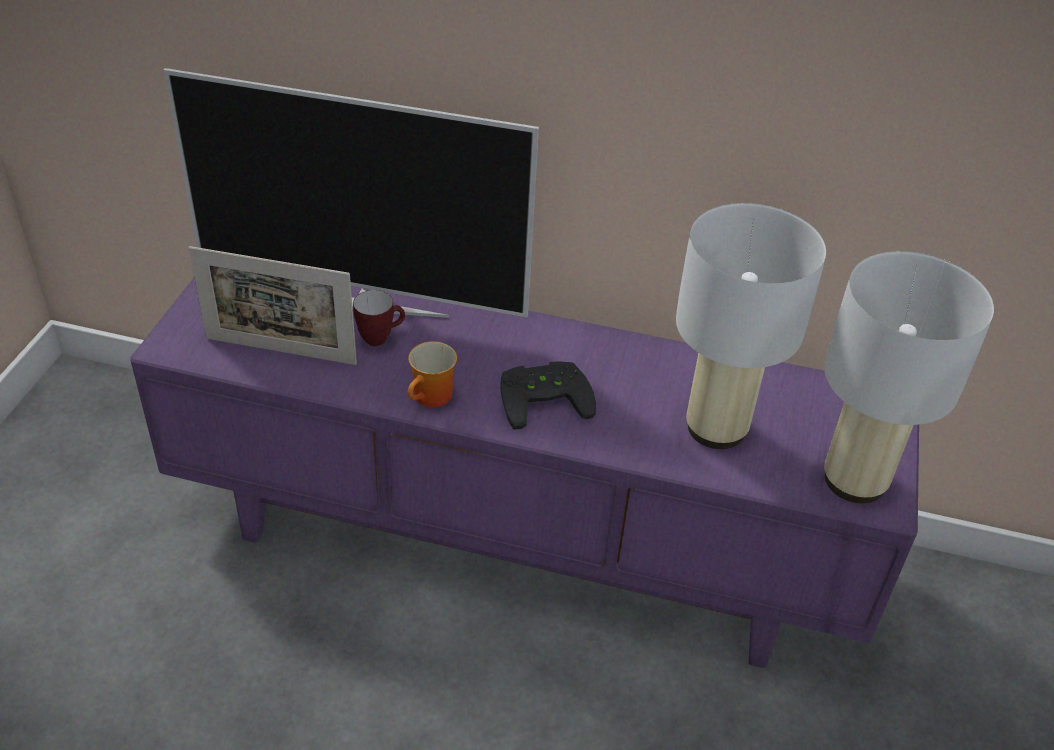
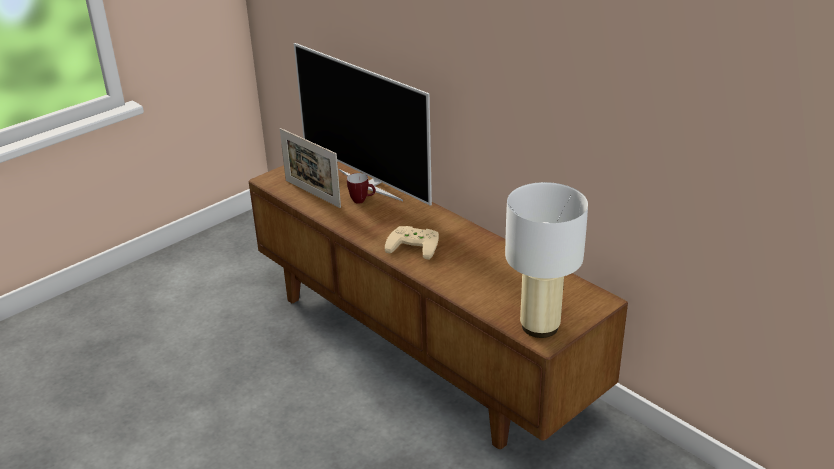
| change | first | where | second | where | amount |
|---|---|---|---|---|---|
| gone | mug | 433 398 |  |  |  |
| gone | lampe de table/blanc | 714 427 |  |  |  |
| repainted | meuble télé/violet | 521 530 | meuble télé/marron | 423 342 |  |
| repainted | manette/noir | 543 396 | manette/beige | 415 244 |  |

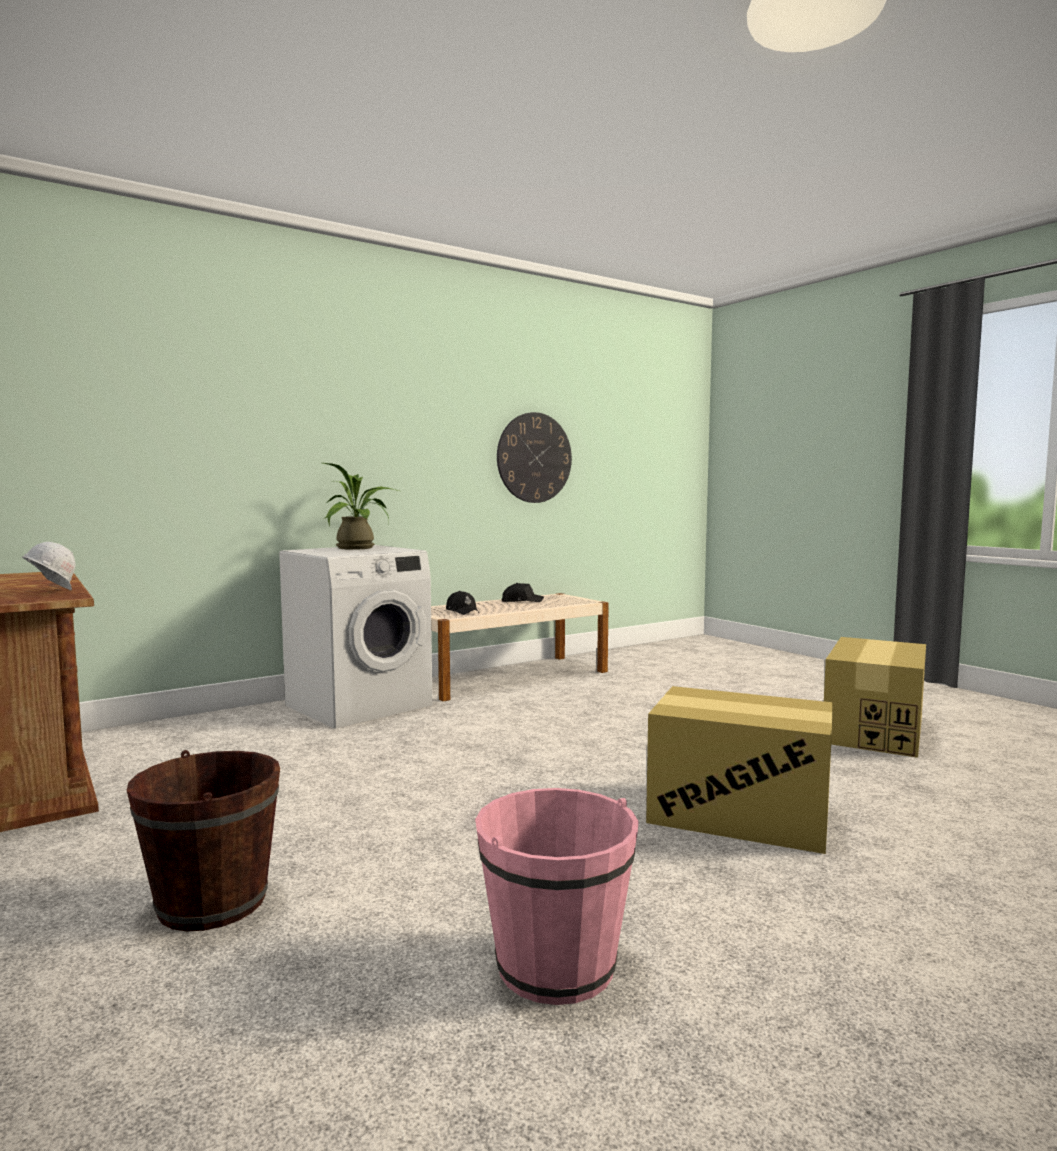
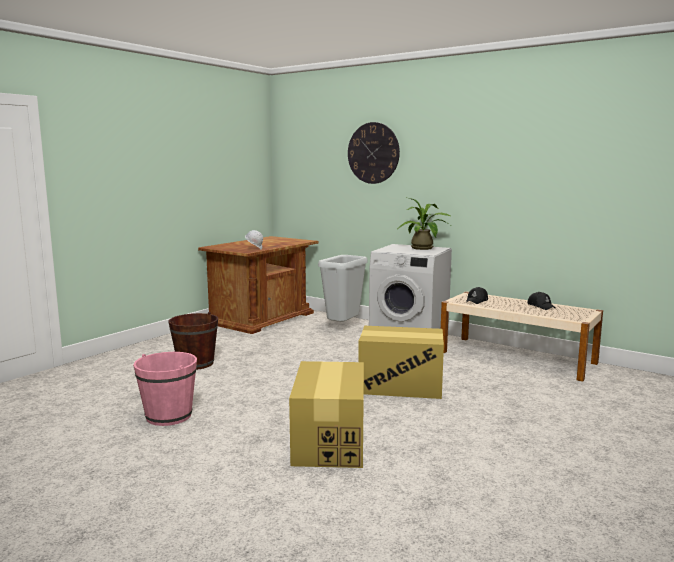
| change | first | where | second | where | amount |
|---|---|---|---|---|---|
| new |  |  | poubelle/gris | 343 327 |  |
| shifted | horloge murale | 534 457 |  | 373 153 |  |
| shifted | carton | 873 731 |  | 400 386 |  |

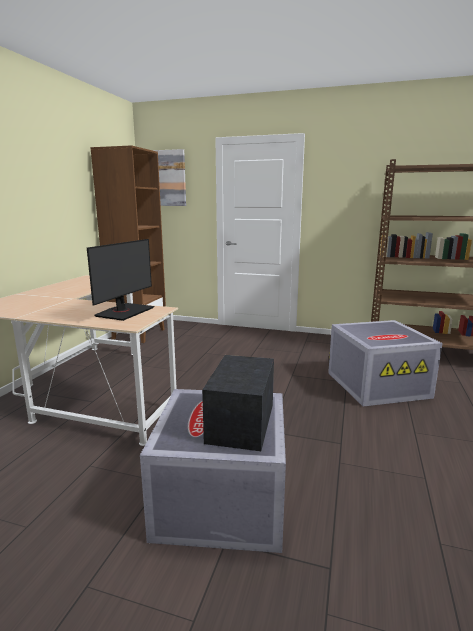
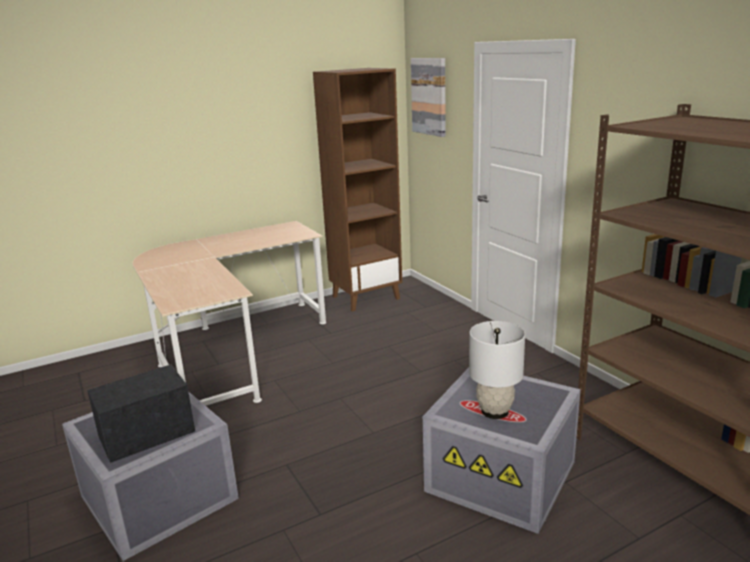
| change | first | where | second | where | amount |
|---|---|---|---|---|---|
| gone | écran d'ordinateur | 124 312 |  |  |  |
| new |  |  | lampe de table/blanc | 495 411 |  |

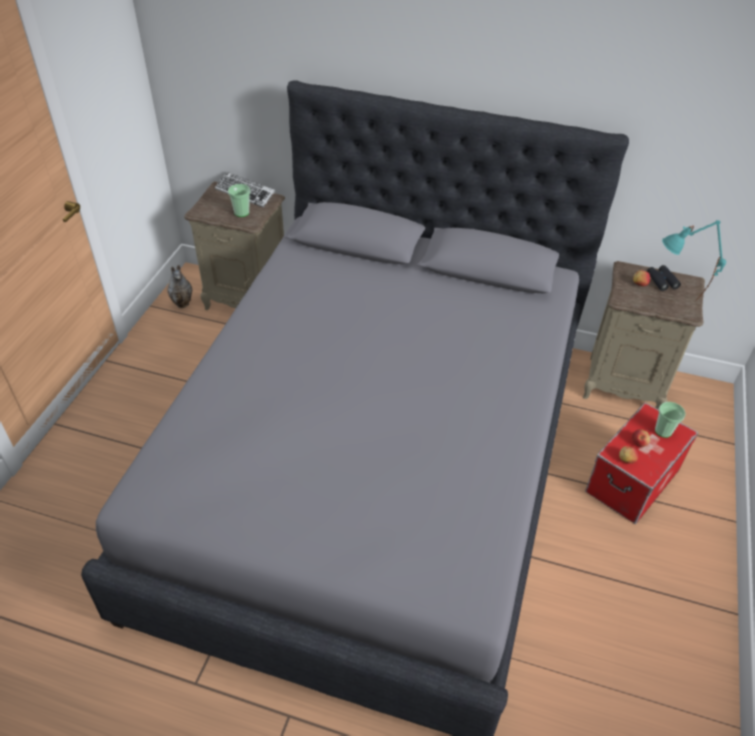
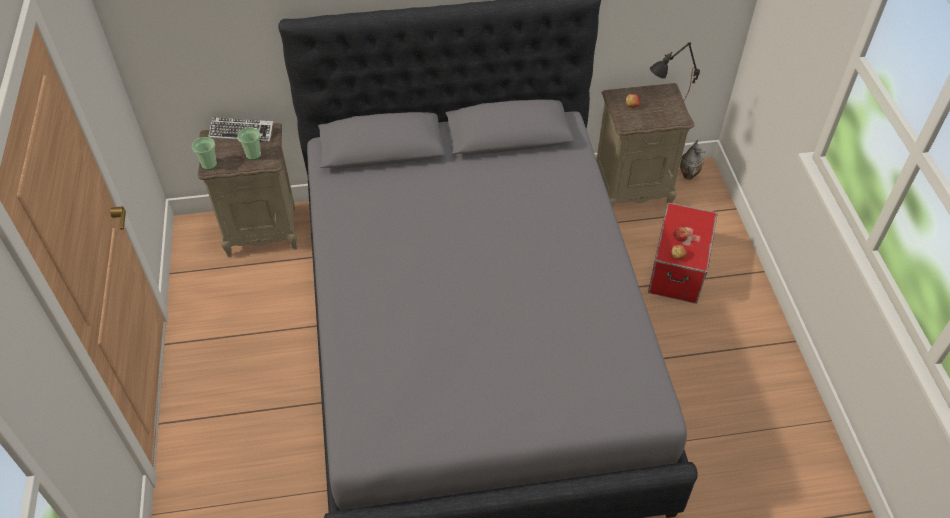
| change | first | where | second | where | amount |
|---|---|---|---|---|---|
| gone | jumelles/noir | 661 281 |  |  |  |
| shifted | vase | 183 303 |  | 688 175 |  |
| shifted | tasse | 663 431 |  | 209 164 |  |
| repainted | lampe de table/turquoise | 674 305 | lampe de table/noir | 666 115 |  |

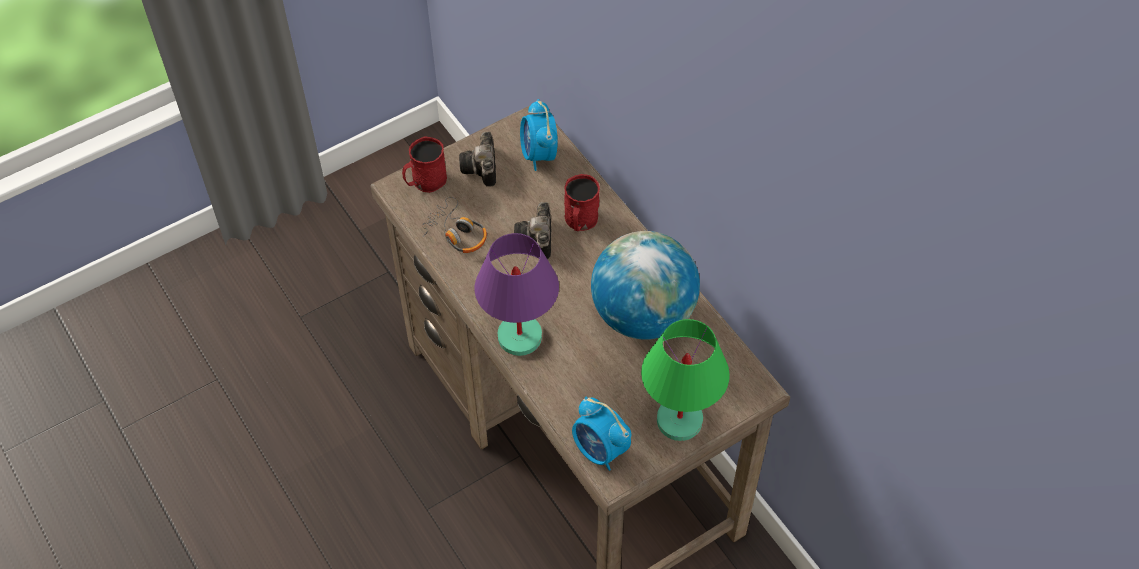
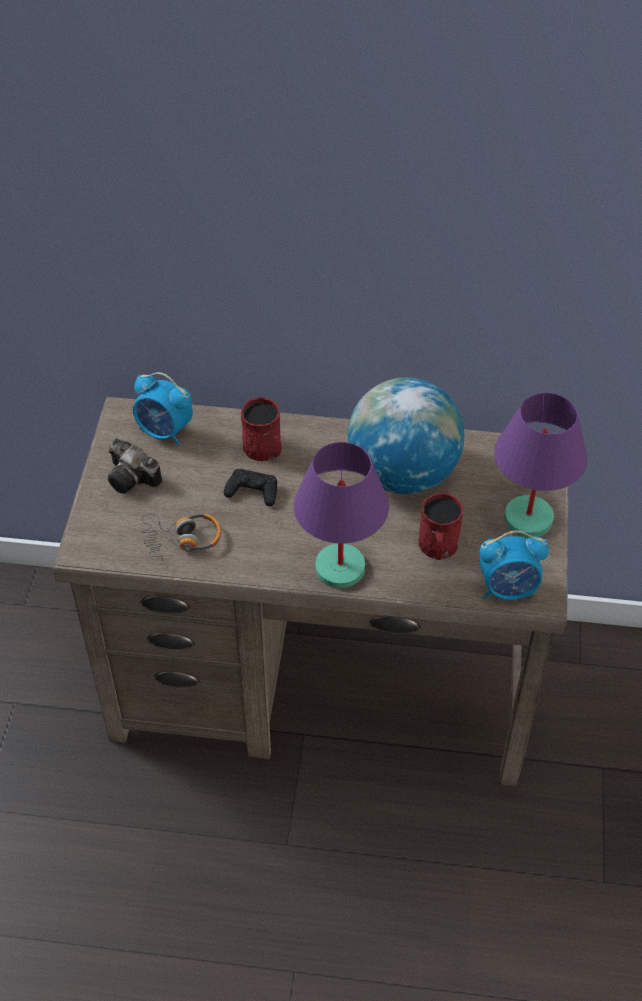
| change | first | where | second | where | amount |
|---|---|---|---|---|---|
| shifted | mug/rouge | 425 181 |  | 438 548 |  |
| swapped | appareil photo | 536 240 | manette/noir | 252 491 |  |
| repainted | lampe de table/vert | 680 420 | lampe de table/violet | 529 518 |  |

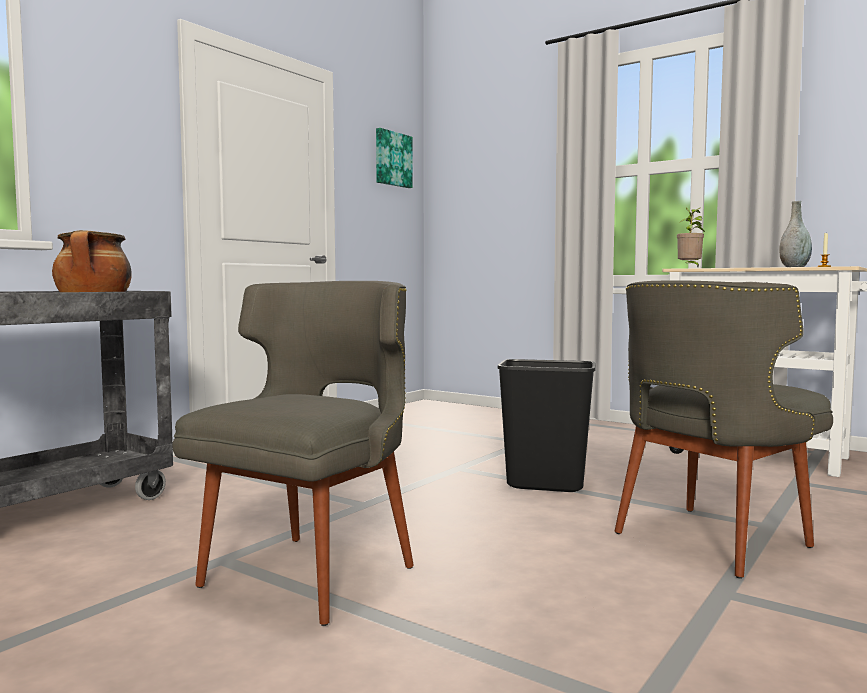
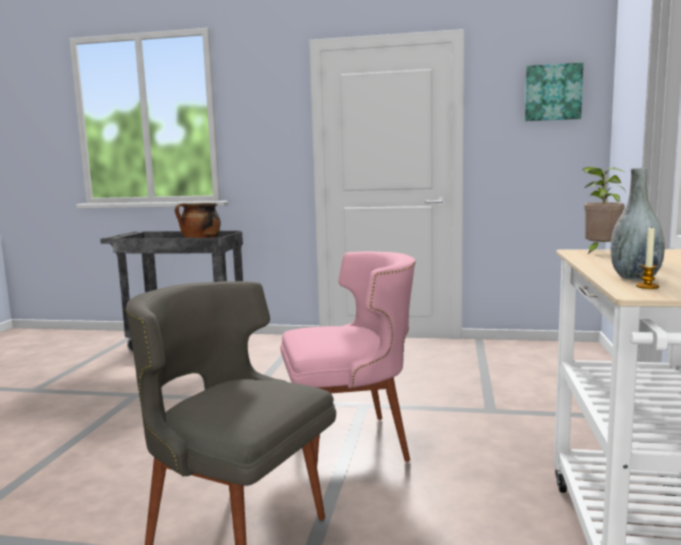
| change | first | where | second | where | amount |
|---|---|---|---|---|---|
| gone | chaise/gris | 307 577 |  |  |  |
| swapped | poubelle/noir | 546 484 | chaise/rose | 348 444 |  |

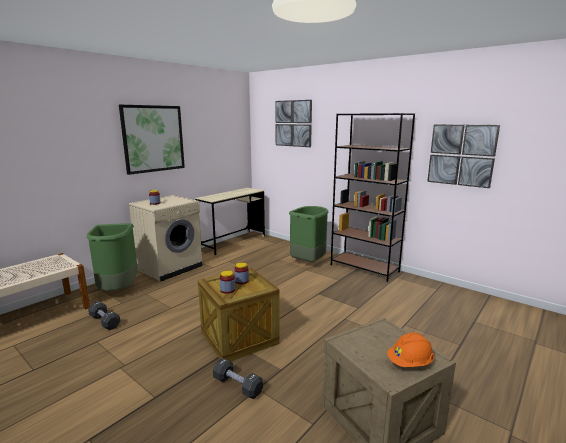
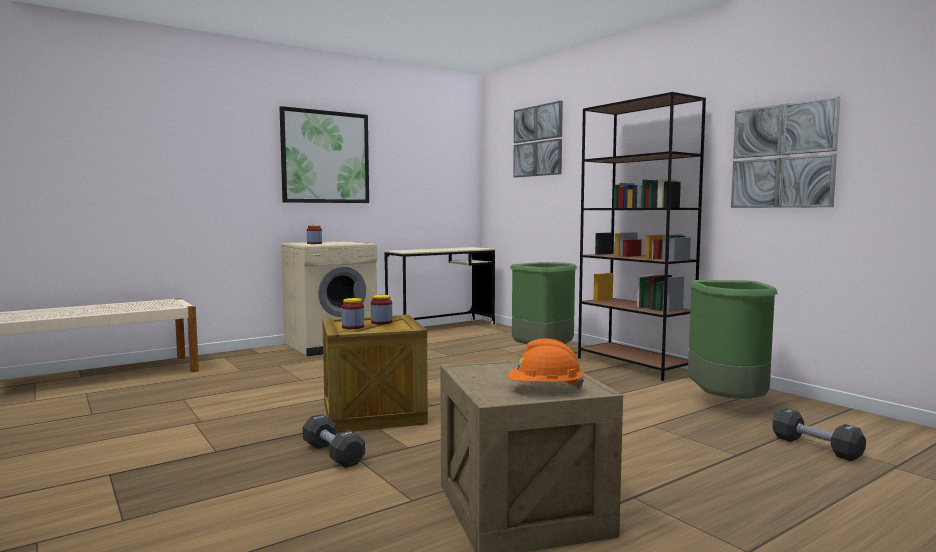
| change | first | where | second | where | amount |
|---|---|---|---|---|---|
| shifted | poubelle/vert | 118 290 |  | 728 404 |  |
| shifted | haltère/noir | 105 321 |  | 816 447 |  |

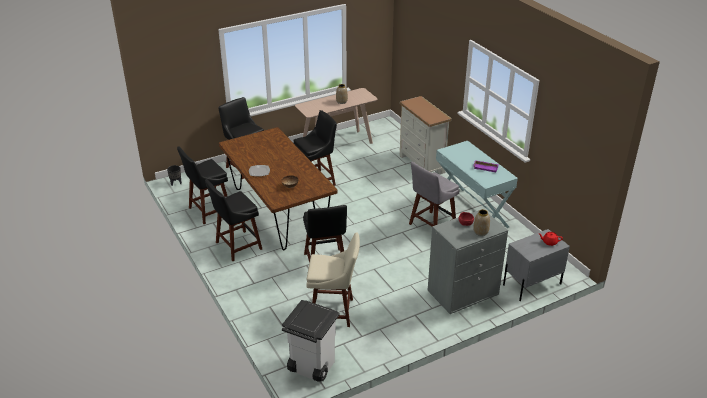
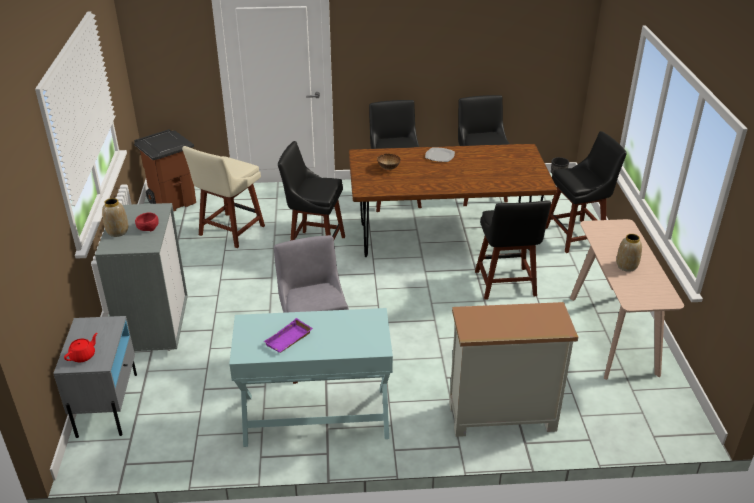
| change | first | where | second | where | amount |
|---|---|---|---|---|---|
| repainted | poubelle/blanc | 311 367 | poubelle/marron | 173 201 |  |

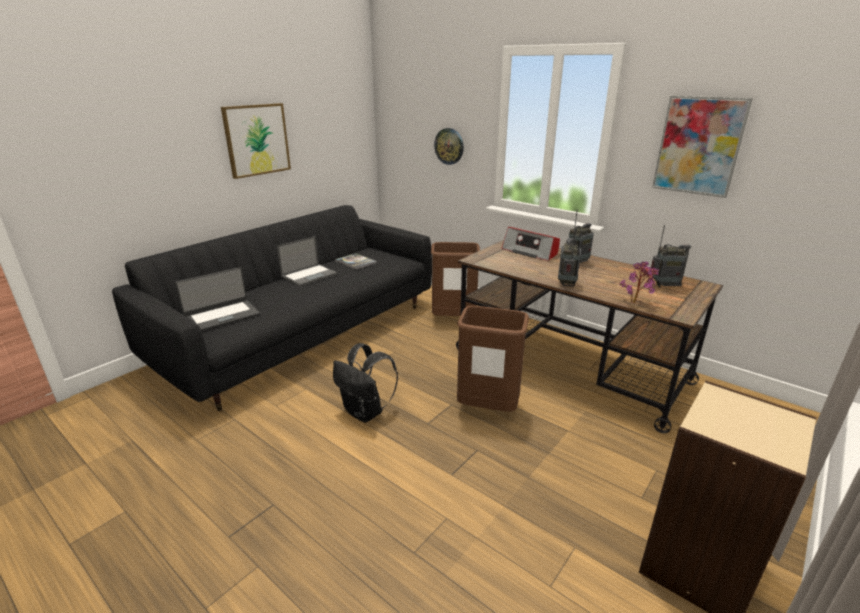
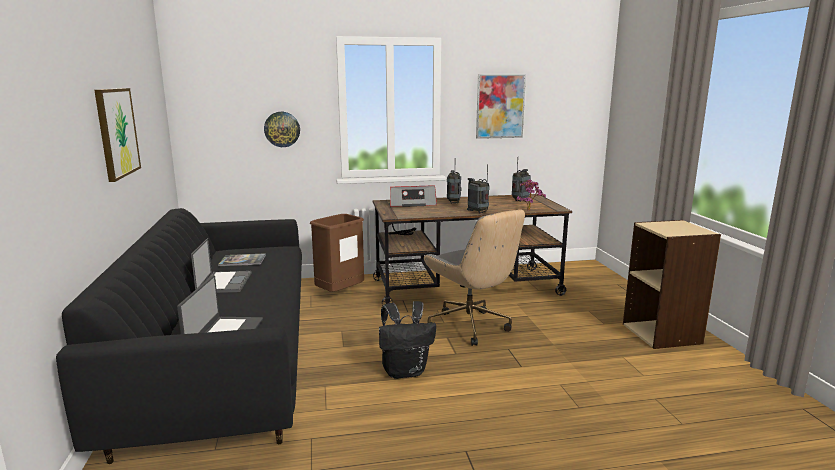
| change | first | where | second | where | amount |
|---|---|---|---|---|---|
| swapped | poubelle/marron | 487 408 | chaise de bureau/gris | 470 328 |  |

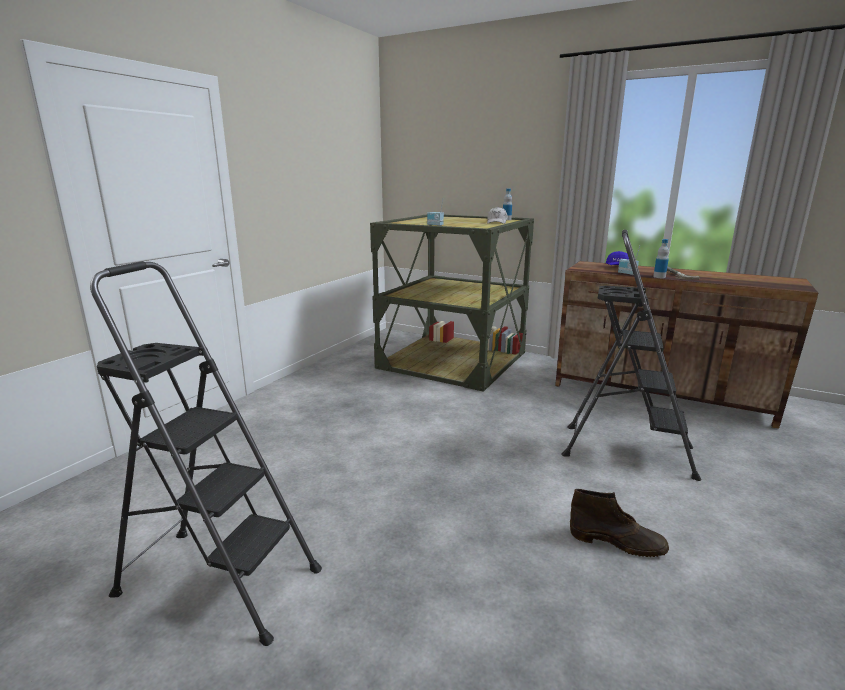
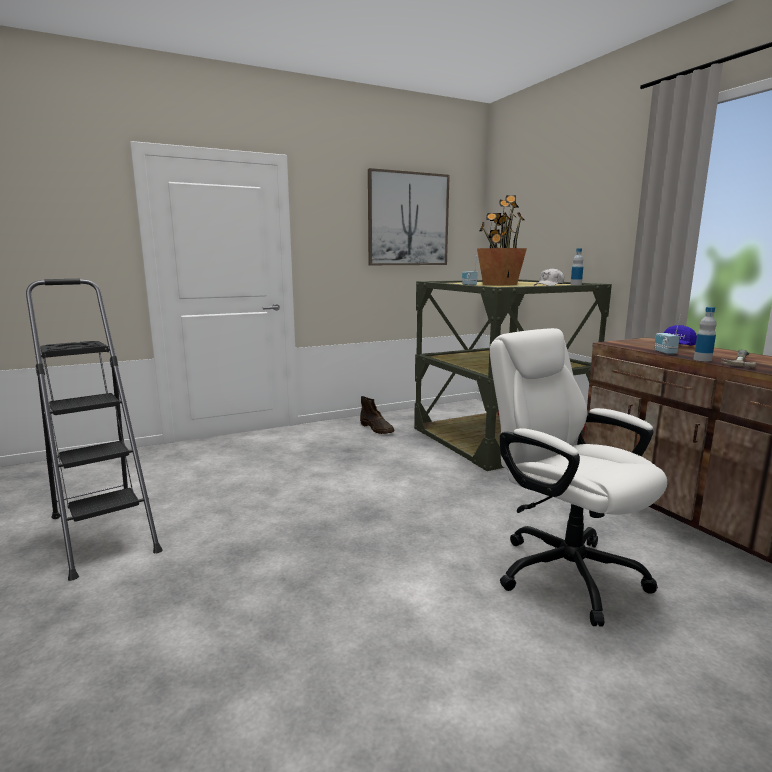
| change | first | where | second | where | amount |
|---|---|---|---|---|---|
| new |  |  | tableau | 408 219 |  |
| new |  |  | plante en pot | 499 284 |  |
| shifted | botte/marron | 617 542 |  | 377 429 |  |
| swapped | escabeau | 625 450 | chaise de bureau/blanc | 562 571 |  |

